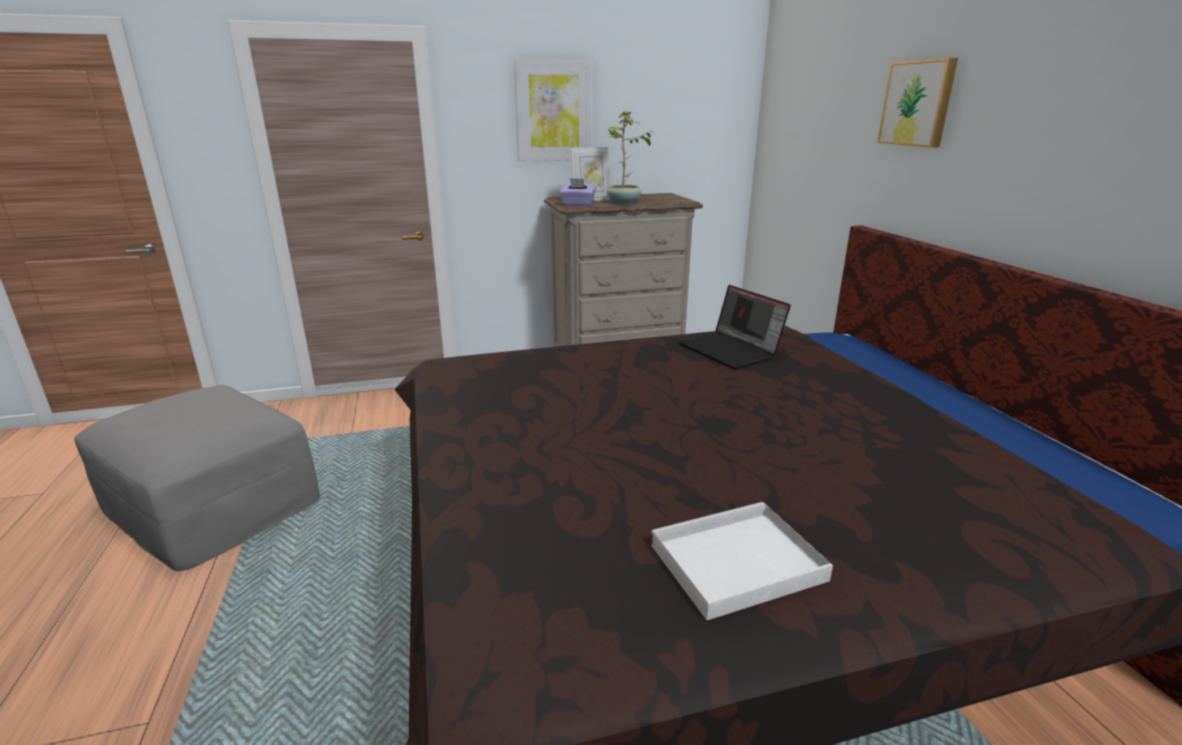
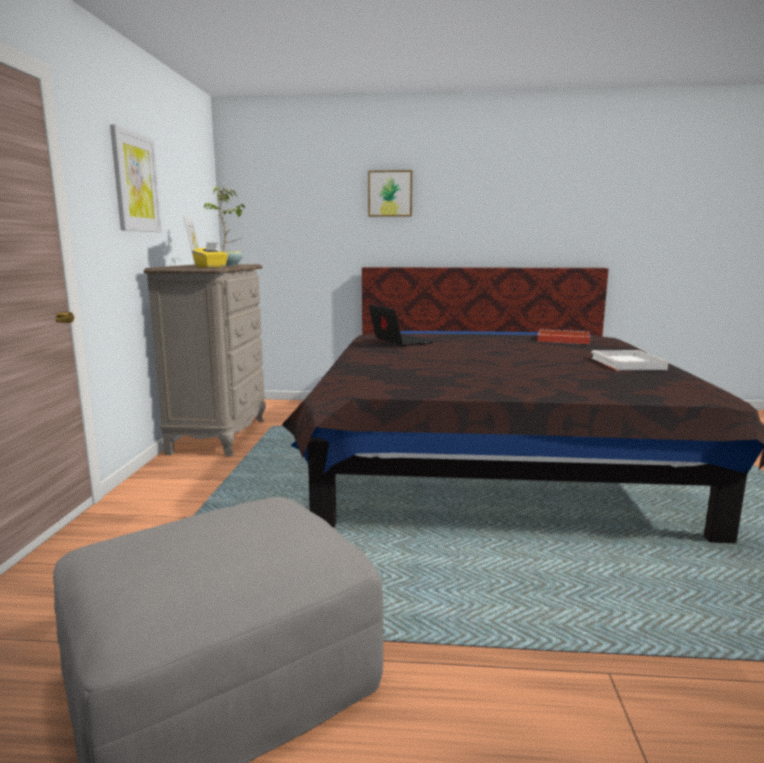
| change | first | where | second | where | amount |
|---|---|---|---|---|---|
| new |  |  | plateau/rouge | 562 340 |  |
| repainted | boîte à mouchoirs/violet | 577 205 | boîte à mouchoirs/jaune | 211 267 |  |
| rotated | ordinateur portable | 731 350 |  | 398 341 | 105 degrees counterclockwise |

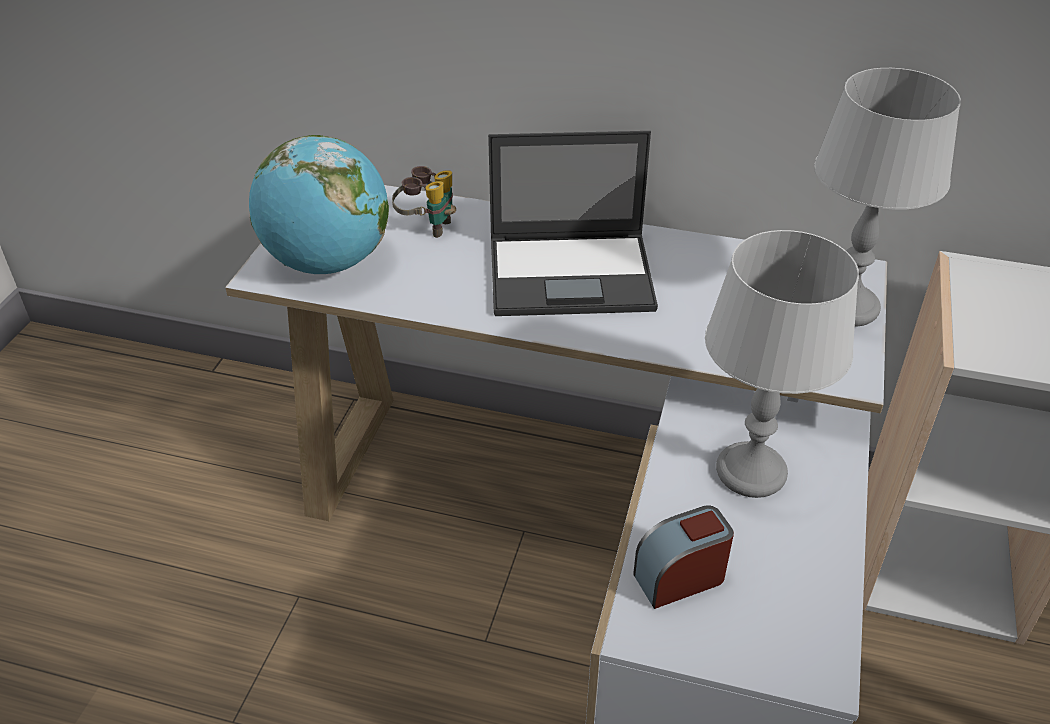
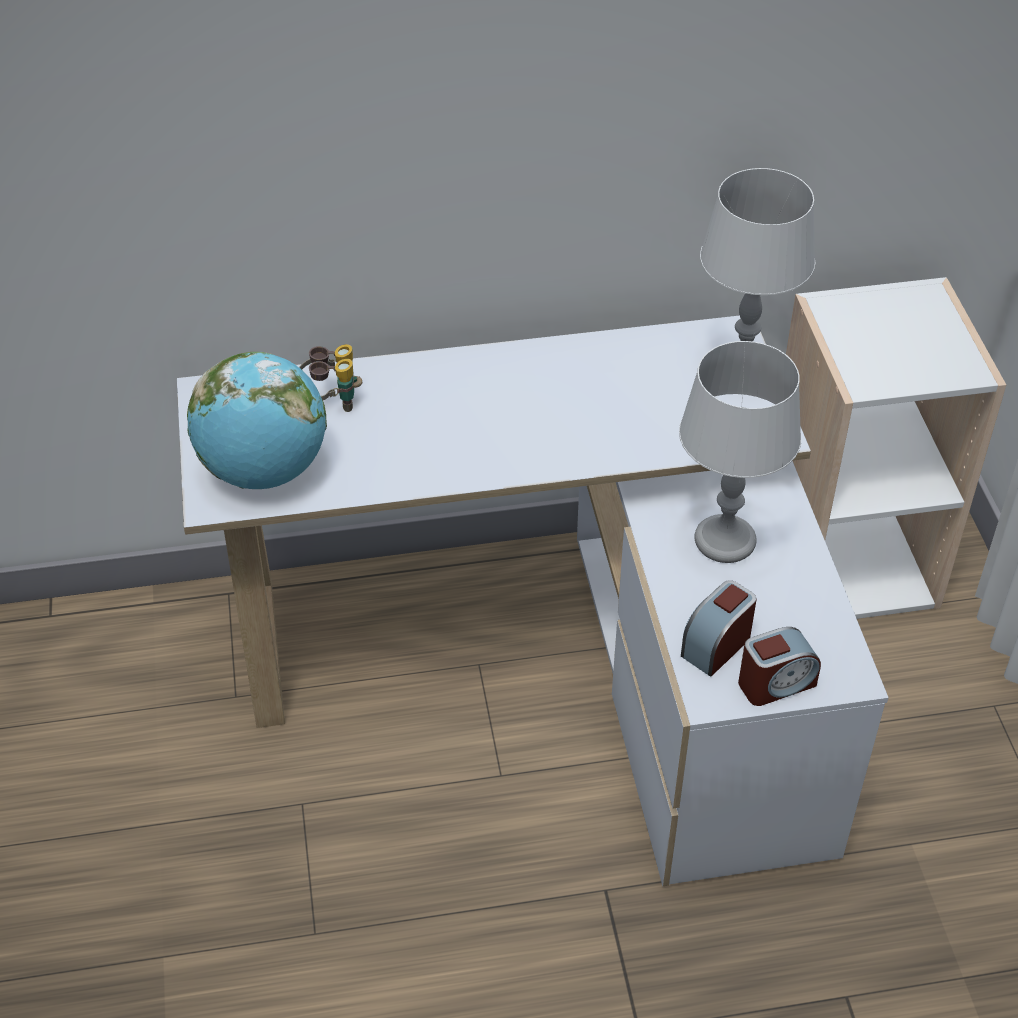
| change | first | where | second | where | amount |
|---|---|---|---|---|---|
| gone | ordinateur portable | 573 274 |  |  |  |
| new |  |  | réveil | 775 683 |  |

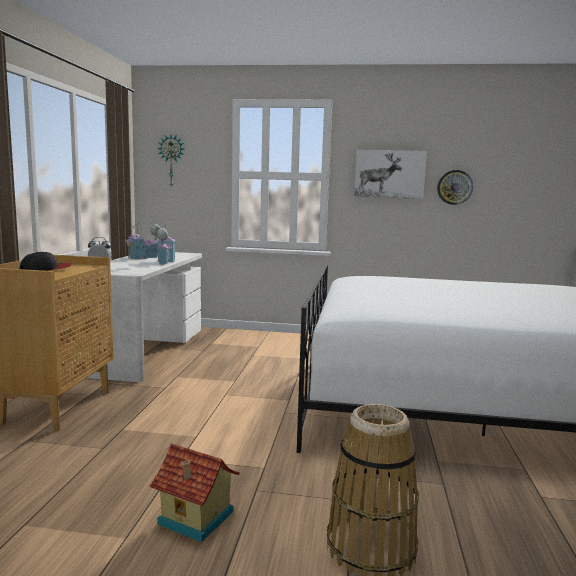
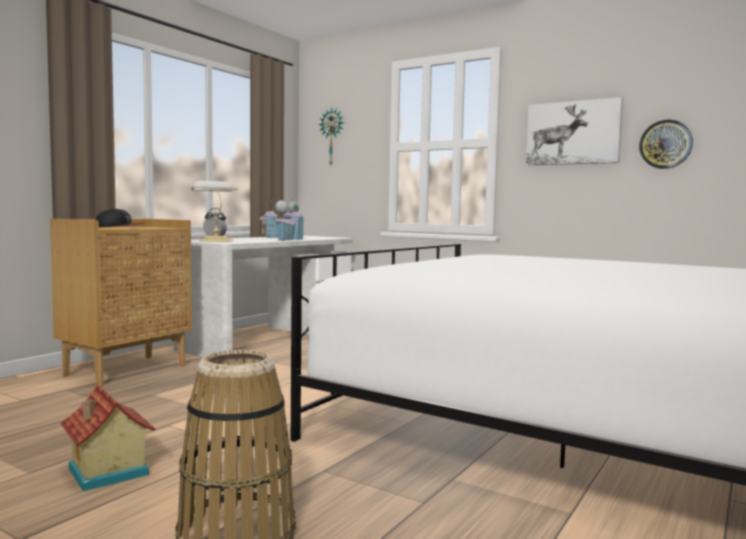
| change | first | where | second | where | amount |
|---|---|---|---|---|---|
| new |  |  | lampe de table | 215 240 |  |

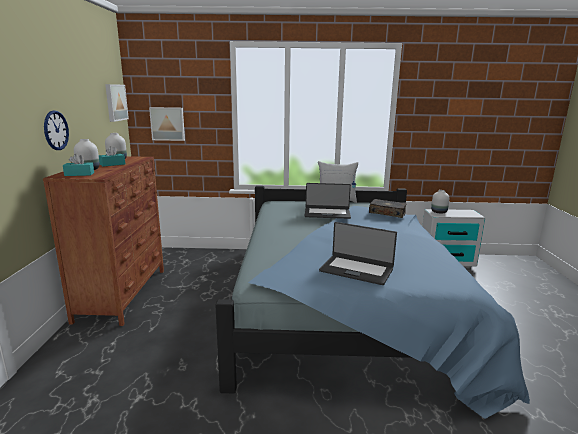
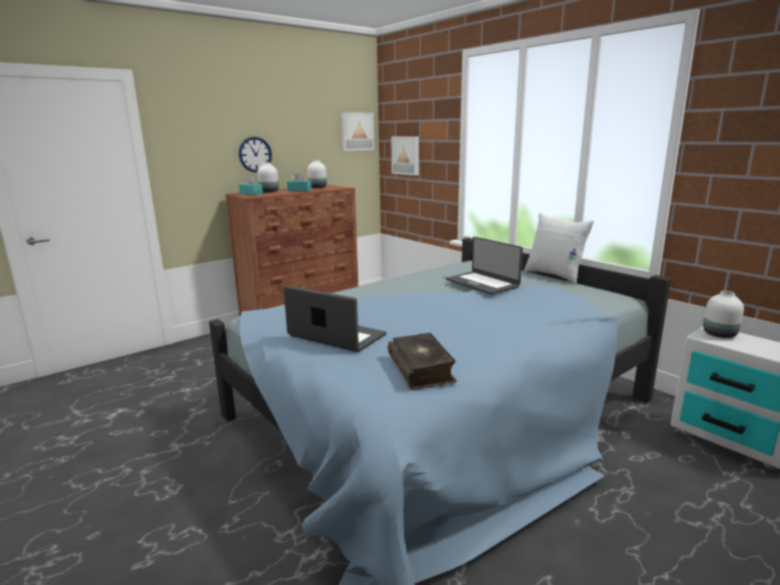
| change | first | where | second | where | amount |
|---|---|---|---|---|---|
| shifted | livre | 387 213 |  | 422 369 |  |
| rotated | ordinateur portable | 356 270 |  | 336 336 | 135 degrees clockwise |

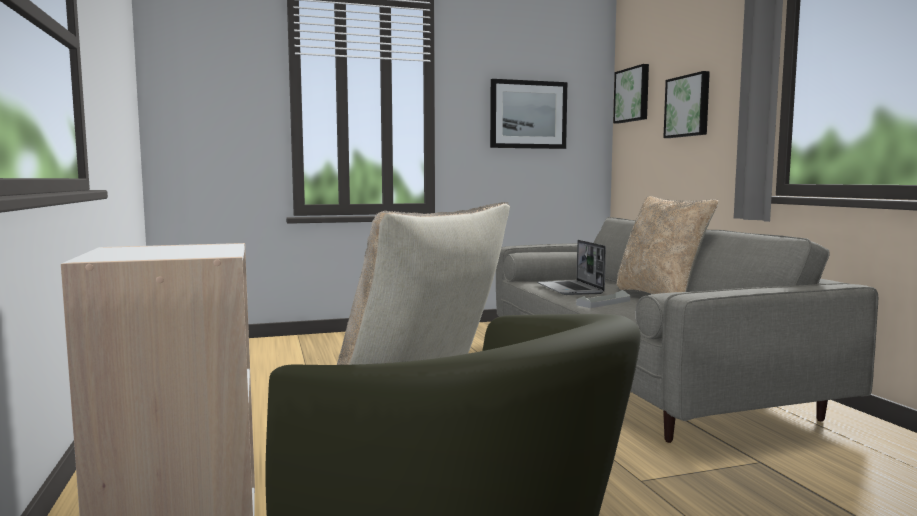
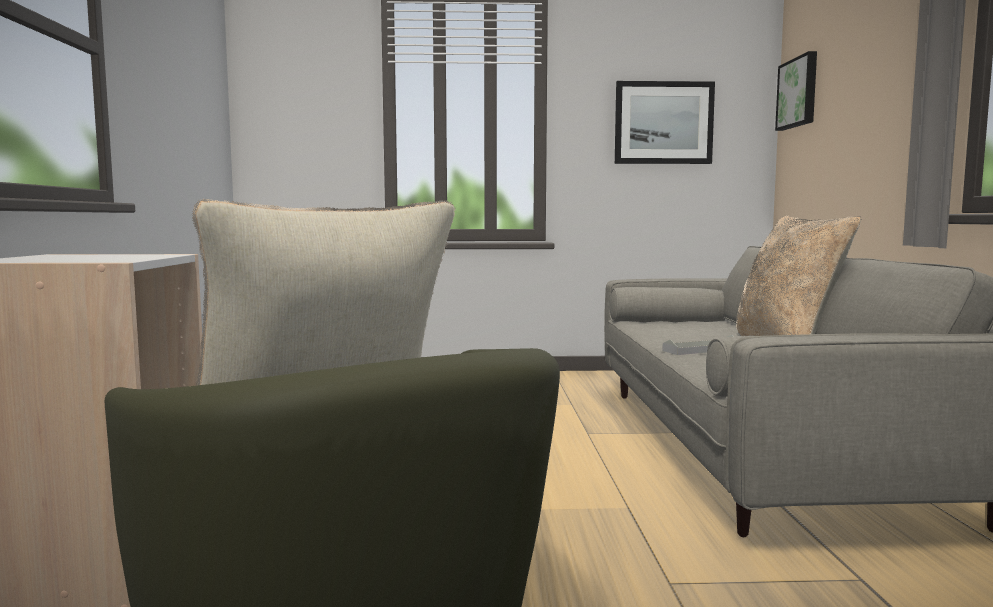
| change | first | where | second | where | amount |
|---|---|---|---|---|---|
| gone | ordinateur portable | 571 289 |  |  |  |
| gone | tableau | 688 106 |  |  |  |

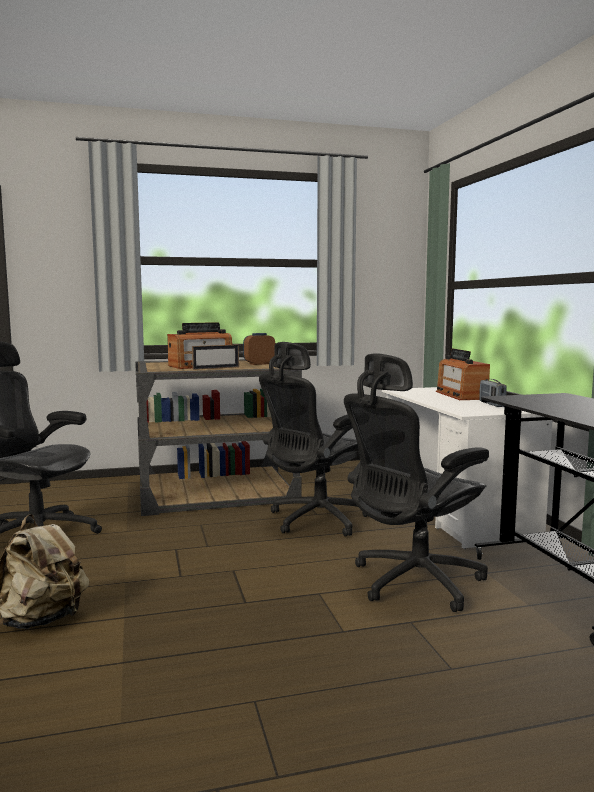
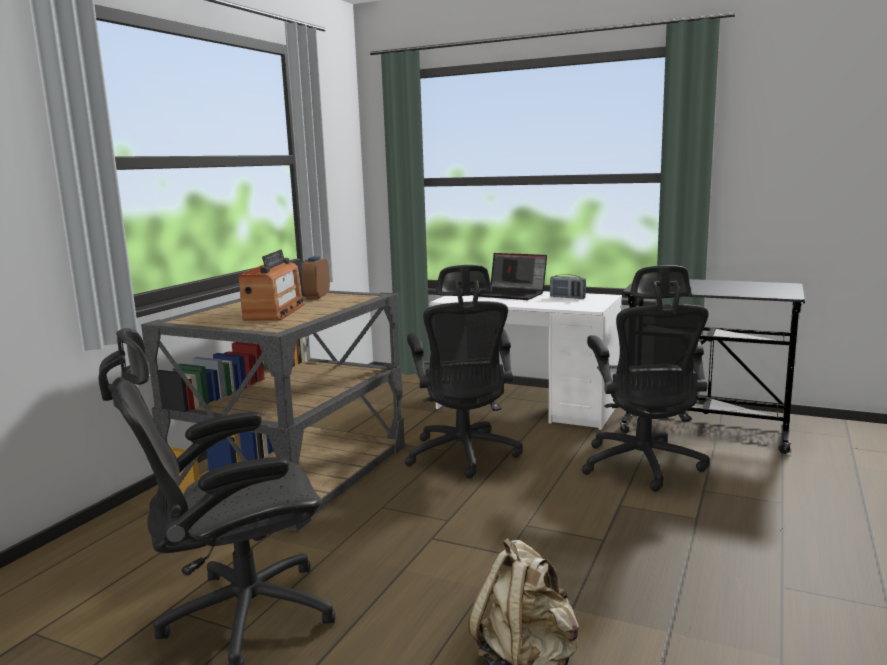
| change | first | where | second | where | amount |
|---|---|---|---|---|---|
| gone | cadre photo | 216 368 |  |  |  |
| swapped | radio | 461 395 | ordinateur portable | 512 294 |  |

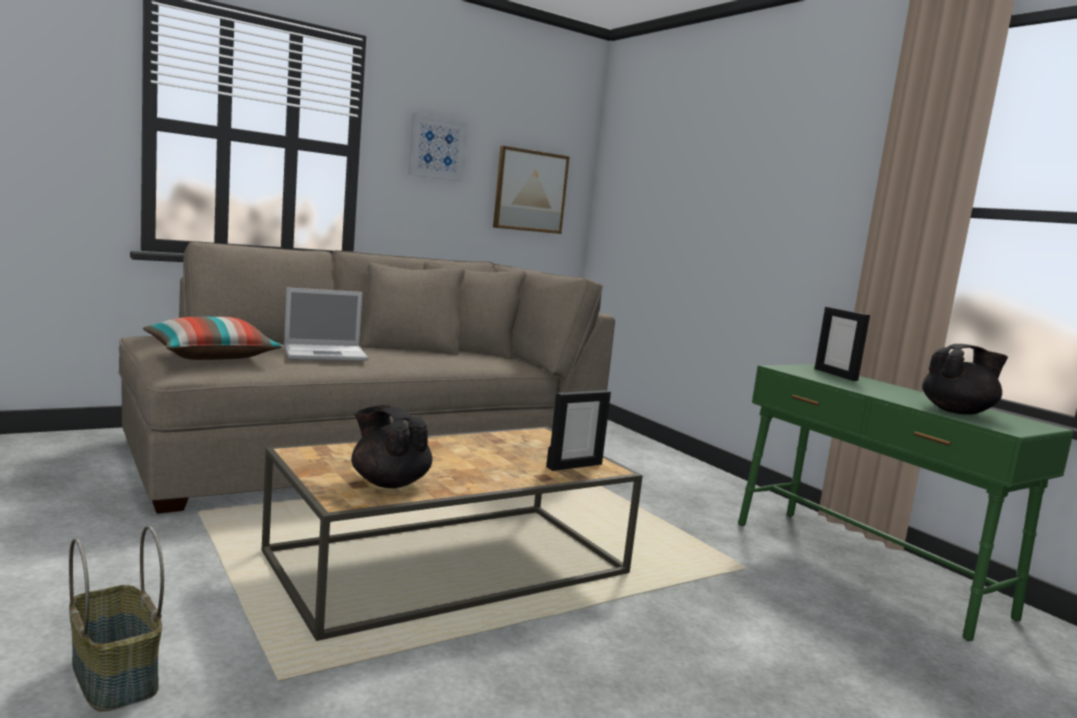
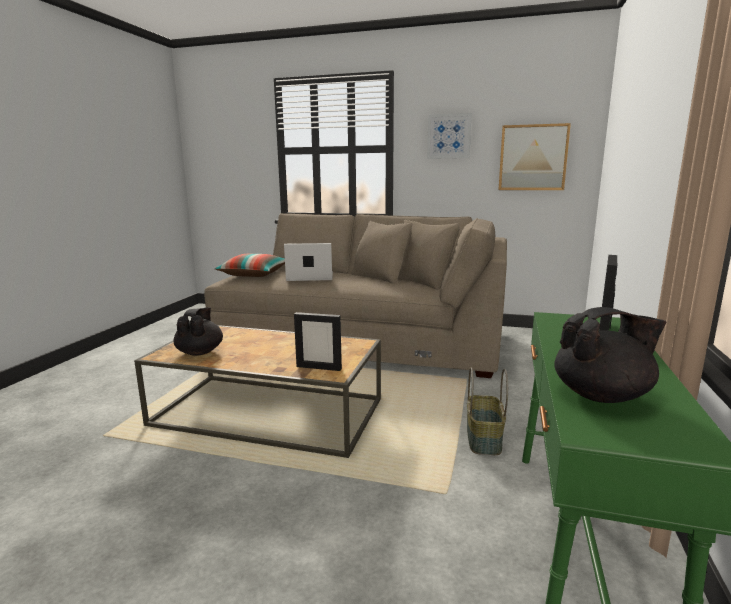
| change | first | where | second | where | amount |
|---|---|---|---|---|---|
| shifted | panier | 112 676 |  | 482 439 |  |
| rotated | ordinateur portable | 327 353 |  | 309 277 | 150 degrees clockwise |
| rotated | théière/noir | 958 412 |  | 602 395 | 45 degrees counterclockwise |

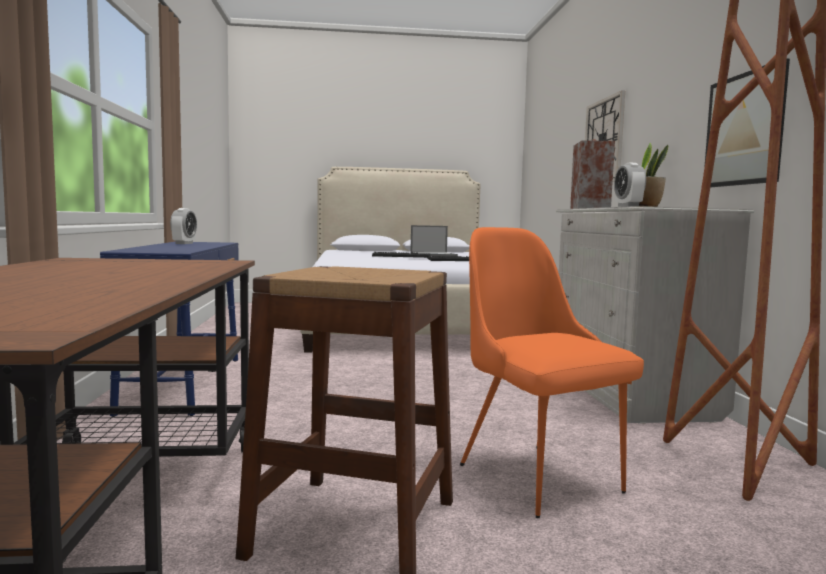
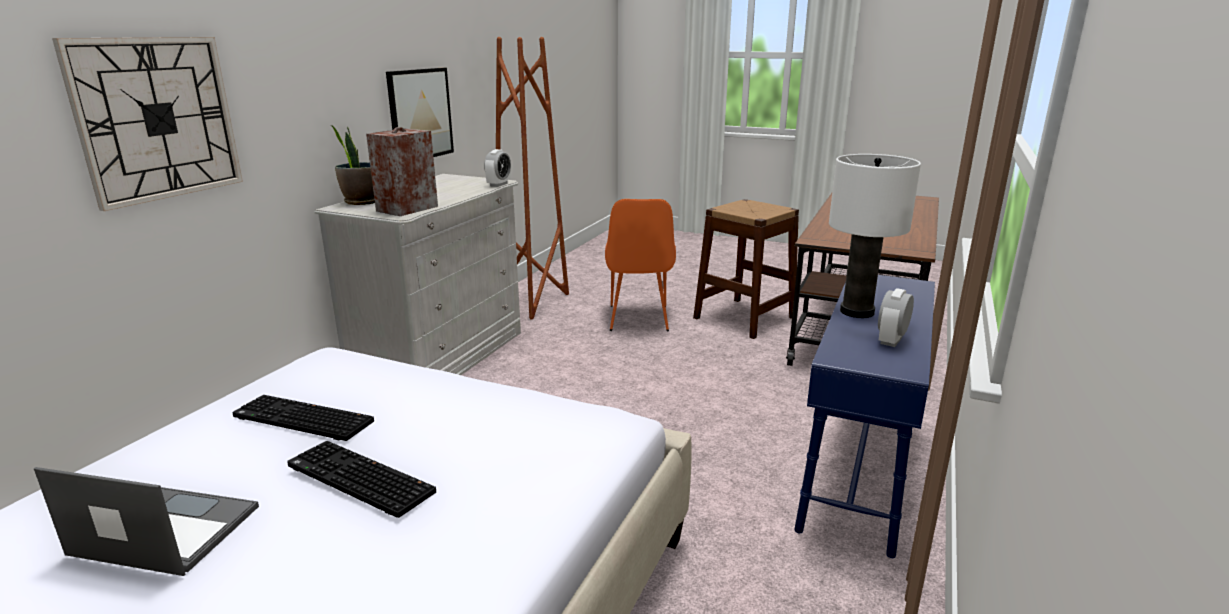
| change | first | where | second | where | amount |
|---|---|---|---|---|---|
| new |  |  | lampe de table/blanc | 856 312 |  |

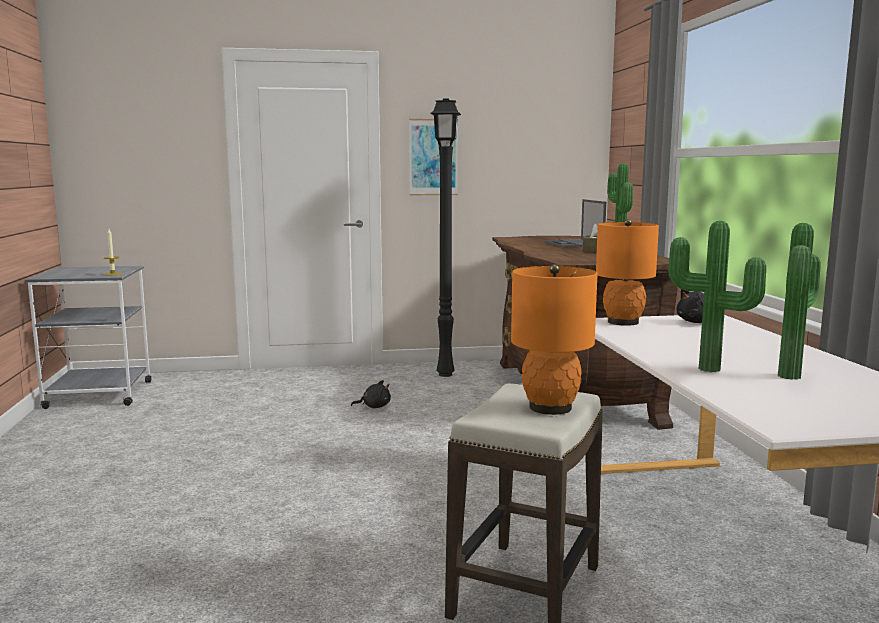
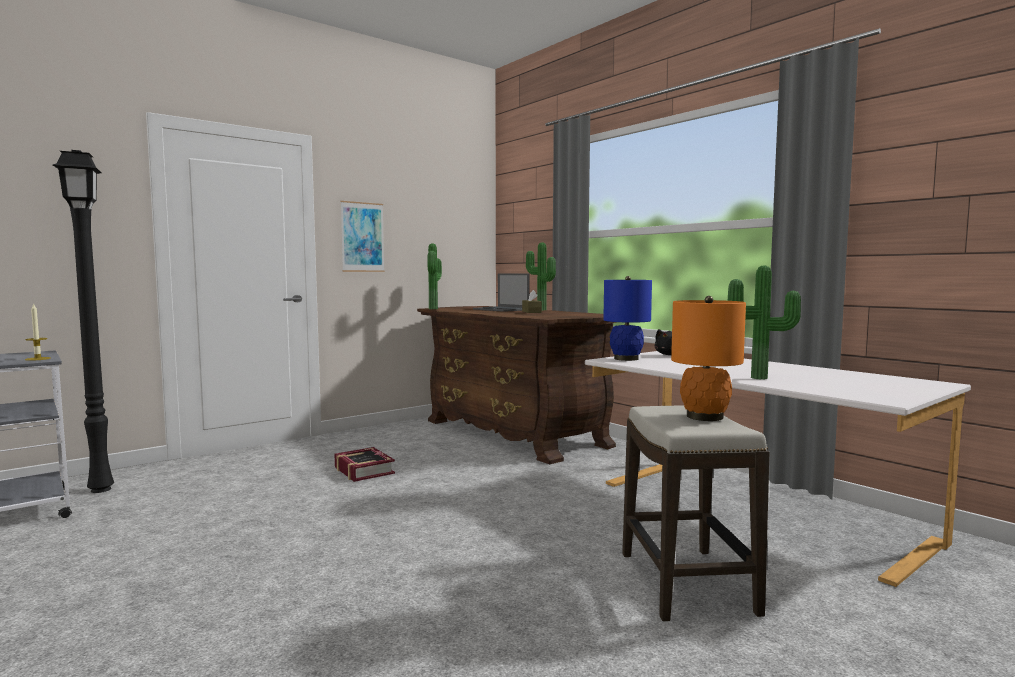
| change | first | where | second | where | amount |
|---|---|---|---|---|---|
| shifted | lampadaire/noir | 446 374 |  | 103 489 |  |
| shifted | plante en pot | 794 377 |  | 435 309 |  |
| swapped | peluche/noir | 374 407 | livre | 363 470 |  |
| repainted | lampe de table/orange | 623 322 | lampe de table/bleu | 626 359 |  |

